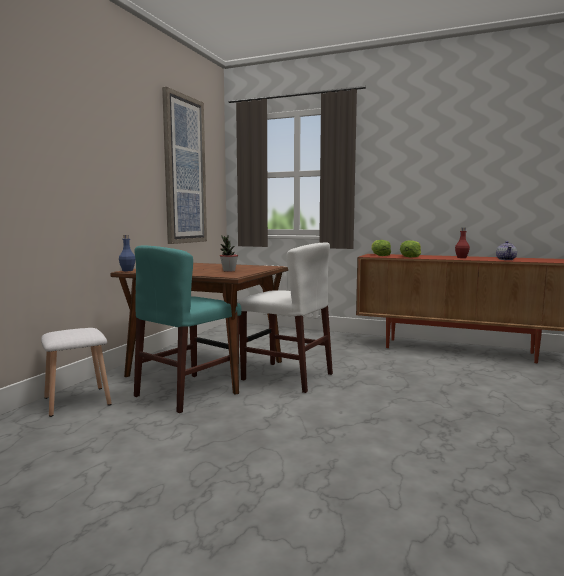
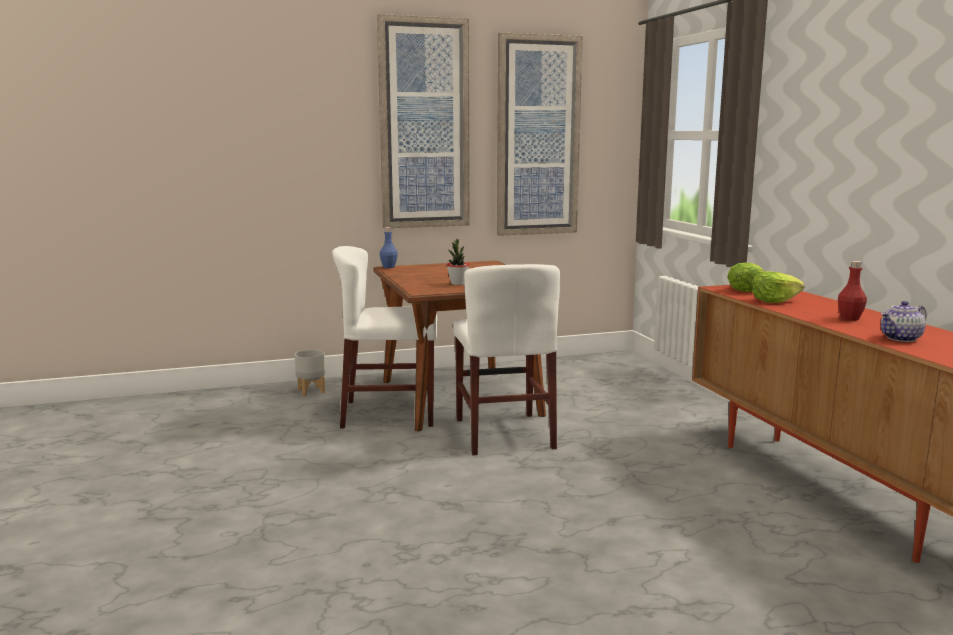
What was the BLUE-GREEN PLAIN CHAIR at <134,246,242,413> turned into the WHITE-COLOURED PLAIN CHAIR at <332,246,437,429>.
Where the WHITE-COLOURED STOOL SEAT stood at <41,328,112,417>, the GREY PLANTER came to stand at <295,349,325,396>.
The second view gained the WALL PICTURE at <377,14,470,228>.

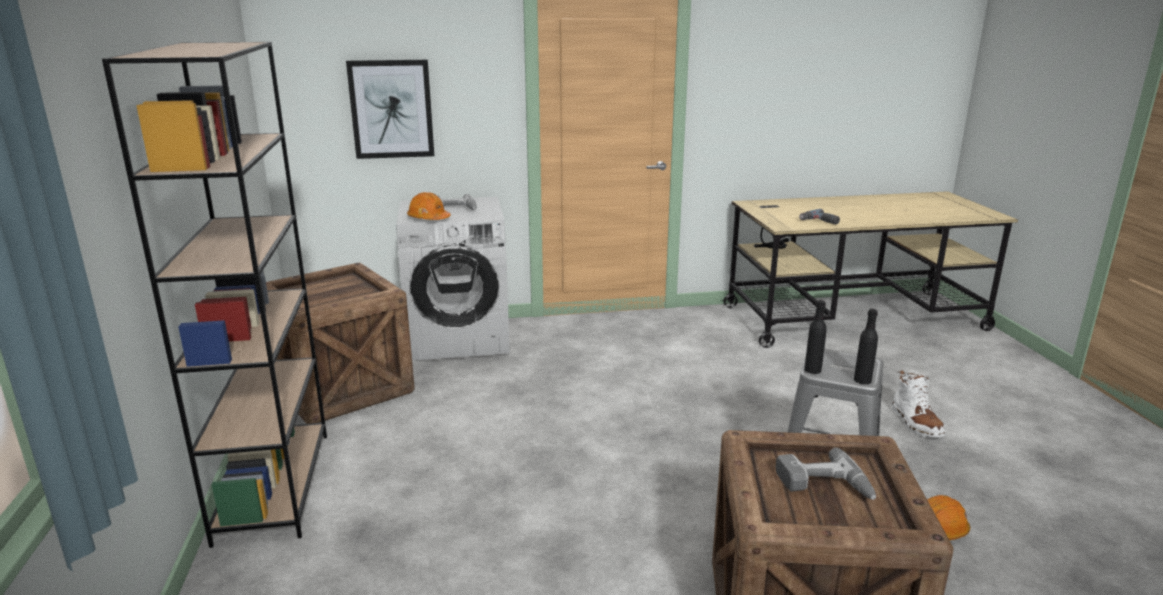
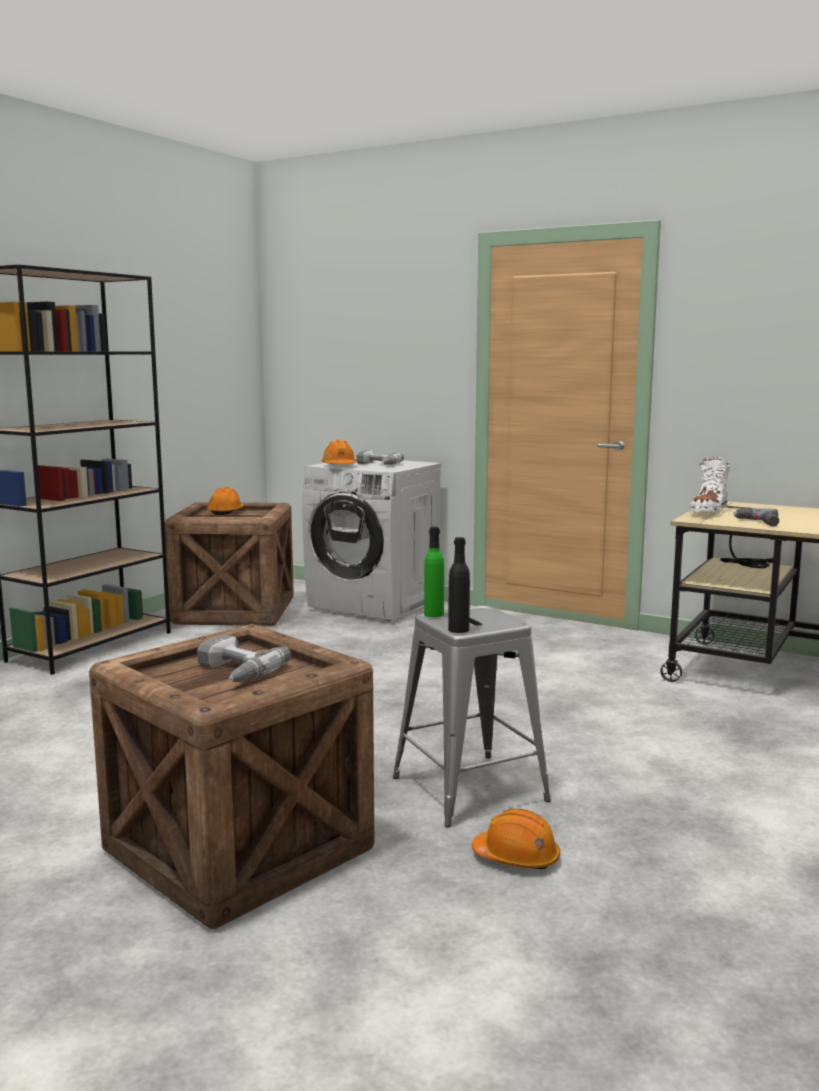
The second view lost the WALL PICTURE at <346,60,434,159>.
What was the BLACKISH BEVERAGE BOTTLE at <804,300,826,374> turned into the GREEN BEVERAGE BOTTLE at <424,527,444,617>.
The WHITE-COLOURED BOOT ended up elsewhere, having gone from <892,371,946,437> to <690,457,730,514>.
The second view gained the ORANGE WORK HELMET at <207,487,244,515>.

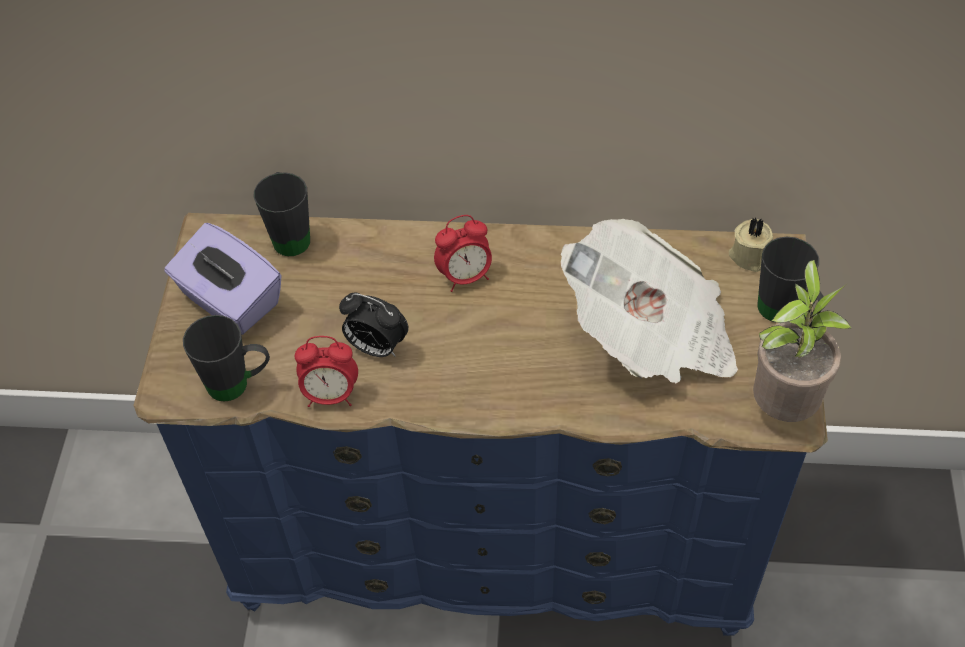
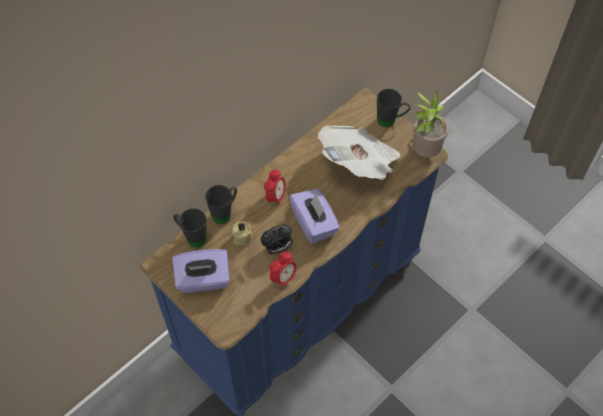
The SAND-COLOURED WAX CANDLE ended up elsewhere, having gone from <729,217,773,272> to <232,221,253,246>.
The BLACKISH COFFEE MUG ended up elsewhere, having gone from <183,315,270,402> to <205,185,237,224>.
The second view gained the PURPLE-COLOURED BOX OF TISSUES at <289,188,340,244>.

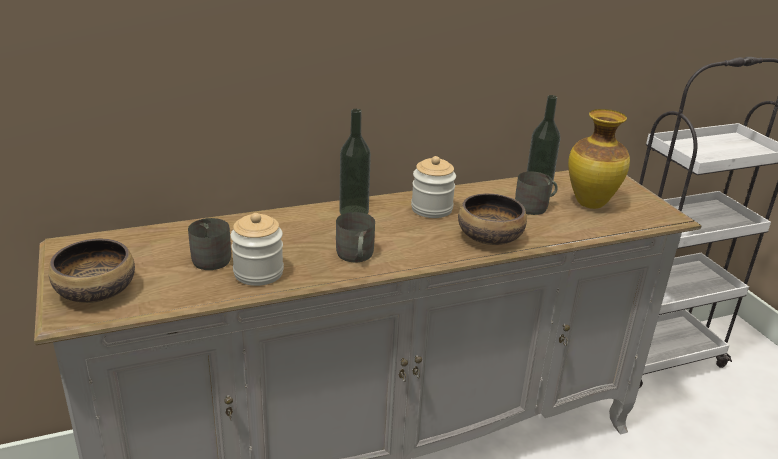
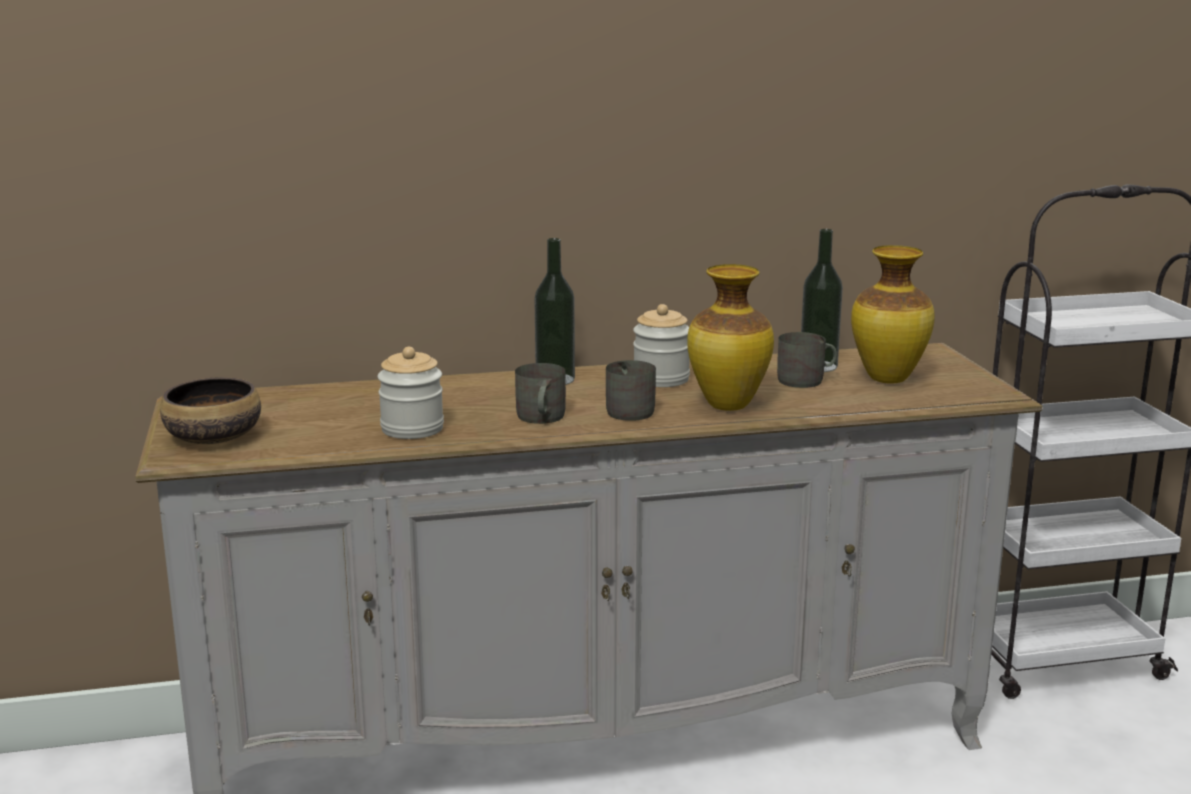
Where the DEEP DISH stood at <458,193,527,245>, the VASE came to stand at <687,264,774,411>.
The GREY COFFEE MUG ended up elsewhere, having gone from <188,218,231,270> to <606,360,656,421>.

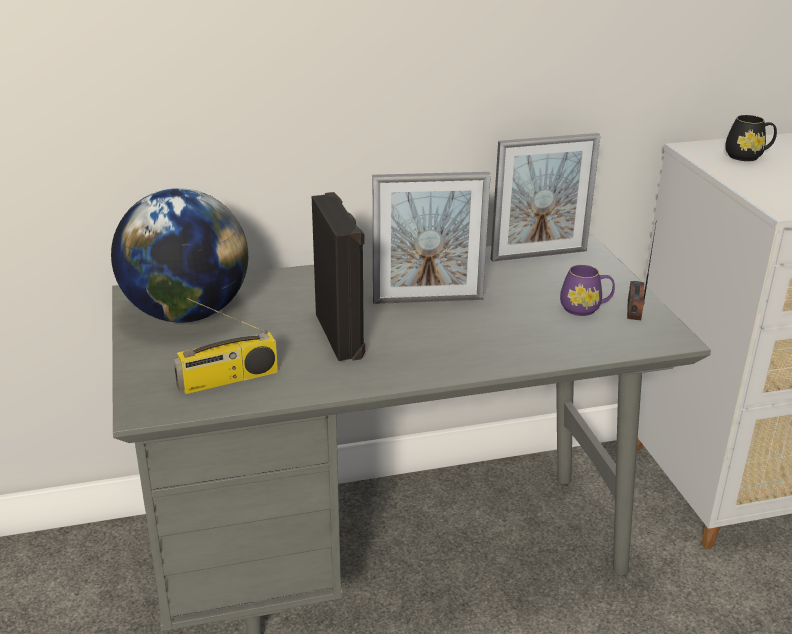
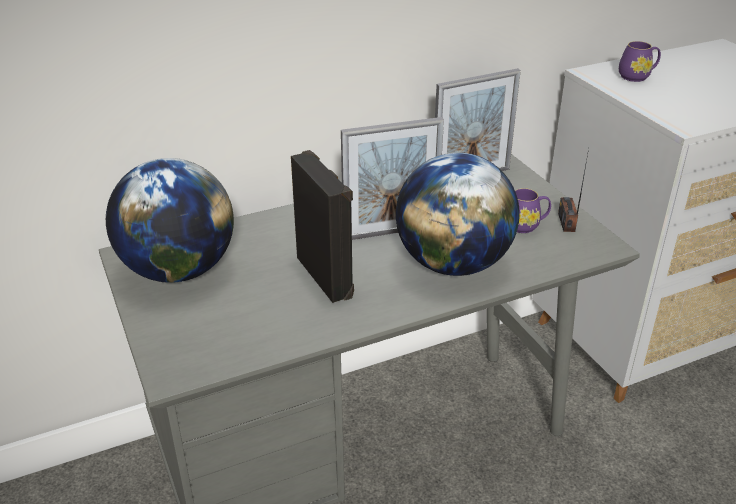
What was the BLACKISH COFFEE MUG at <725,115,777,161> turned into the PURPLE-COLOURED COFFEE MUG at <619,41,661,82>.
The second view lost the RADIO at <173,298,278,394>.
The second view gained the DESK GLOBE at <396,153,520,276>.

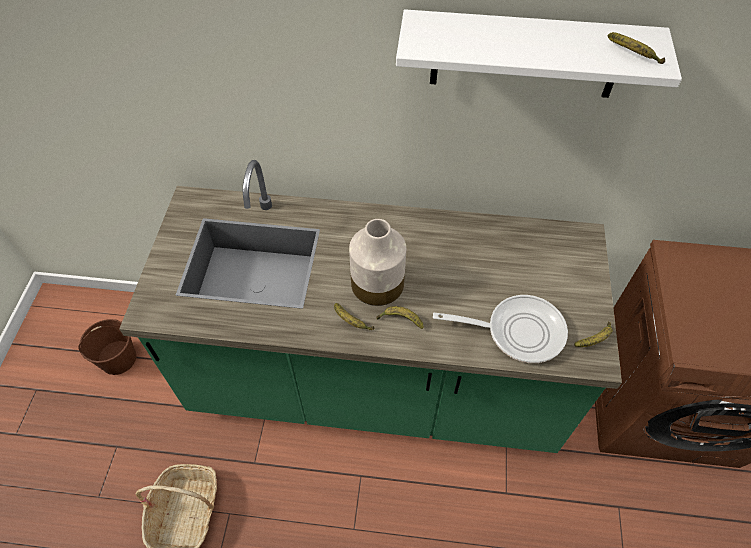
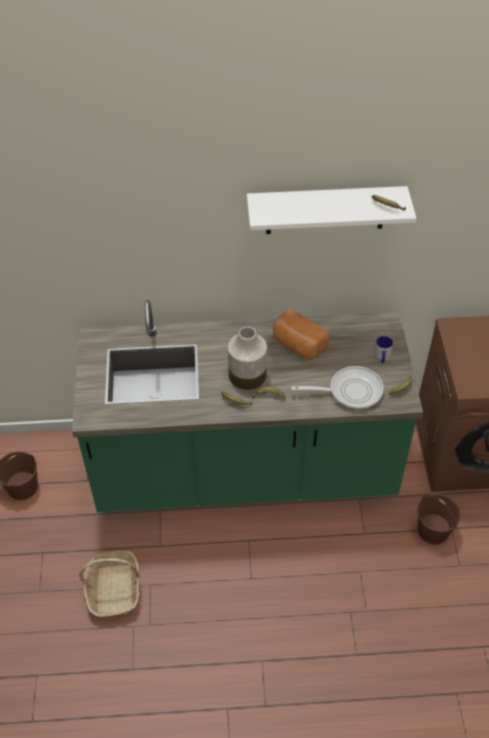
The second view gained the BAKERY BREAD at <273,308,330,360>.
The second view gained the COFFEE MUG at <374,336,393,363>.
The second view gained the BROWN-COLOURED BUCKET at <417,494,461,544>.

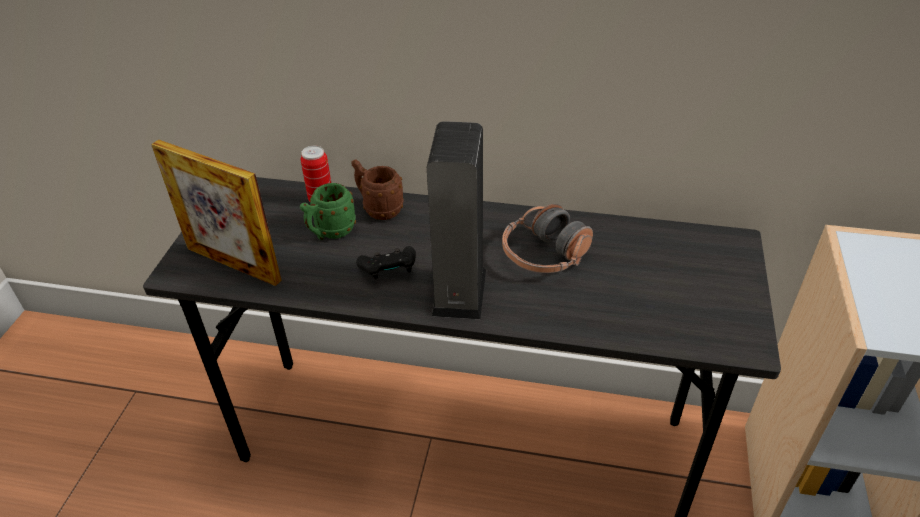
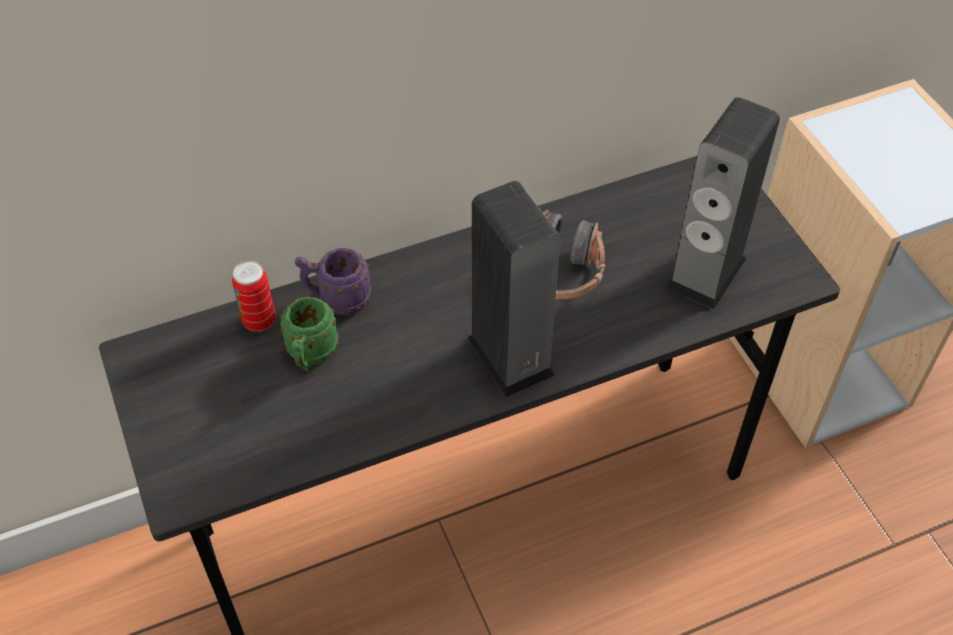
The second view lost the PICTURE FRAME at <151,140,281,286>.
What was the BROWN-COLOURED COFFEE MUG at <351,159,403,220> turned into the PURPLE-COLOURED COFFEE MUG at <295,248,371,315>.
The second view lost the BLACKISH GAME CONTROLLER at <356,246,416,280>.
The second view gained the SPEAKER at <666,97,780,310>.

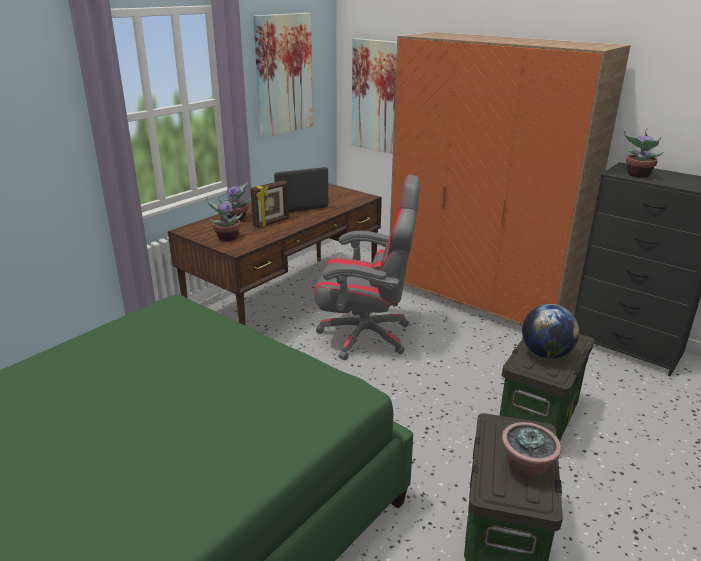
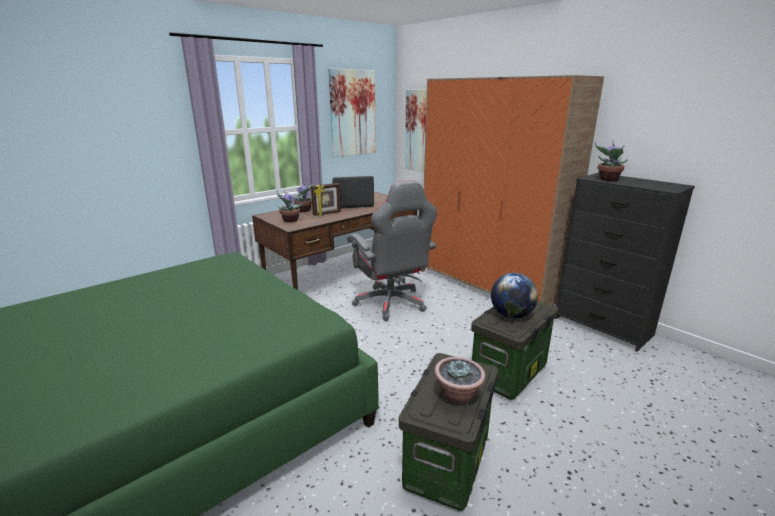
The GREY COMPUTER CHAIR at <314,174,420,360> ended up facing another way, 45 degrees clockwise from before.

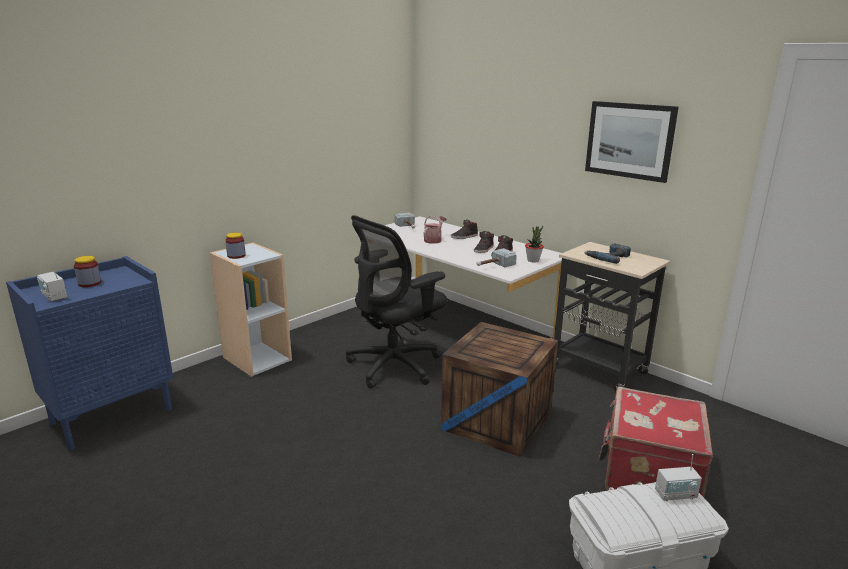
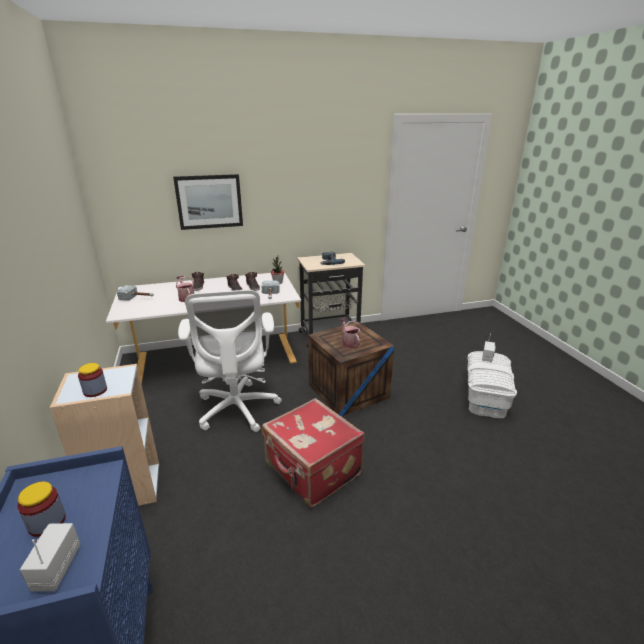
The WALL PICTURE ended up elsewhere, having gone from <585,101,679,183> to <173,174,243,230>.
What was the BLACKISH COMPUTER CHAIR at <346,215,447,389> turned into the WHITE-COLOURED COMPUTER CHAIR at <178,290,282,432>.
The RADIO at <37,263,67,302> ended up facing another way, 105 degrees clockwise from before.
The RED-COLOURED TRAVEL CASE ended up elsewhere, having gone from <599,387,713,497> to <262,398,365,507>.
The second view gained the SPRINKLING CAN at <340,318,360,348>.

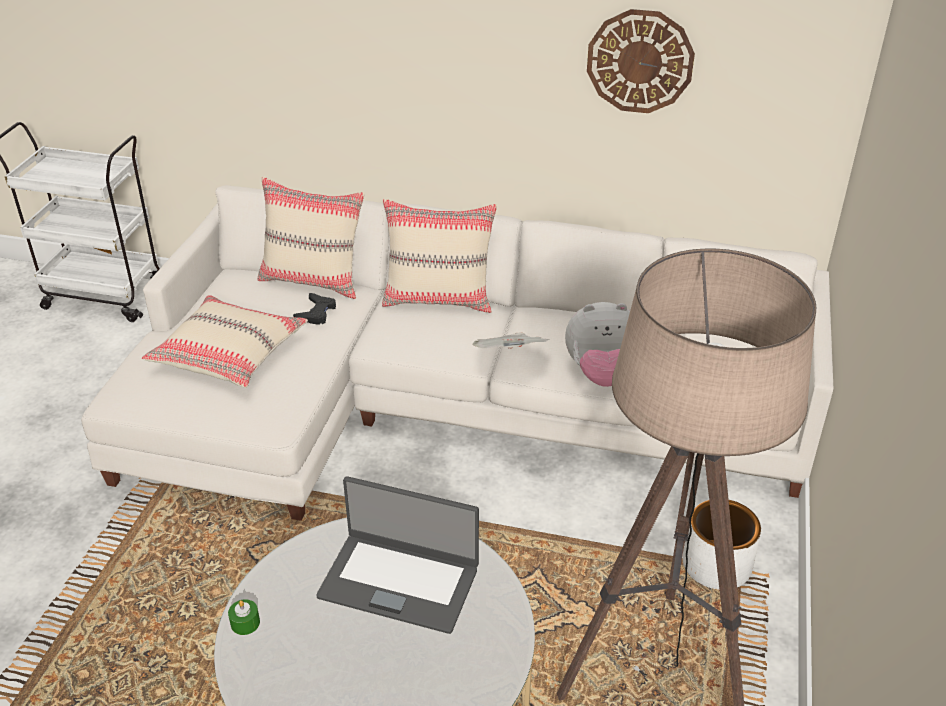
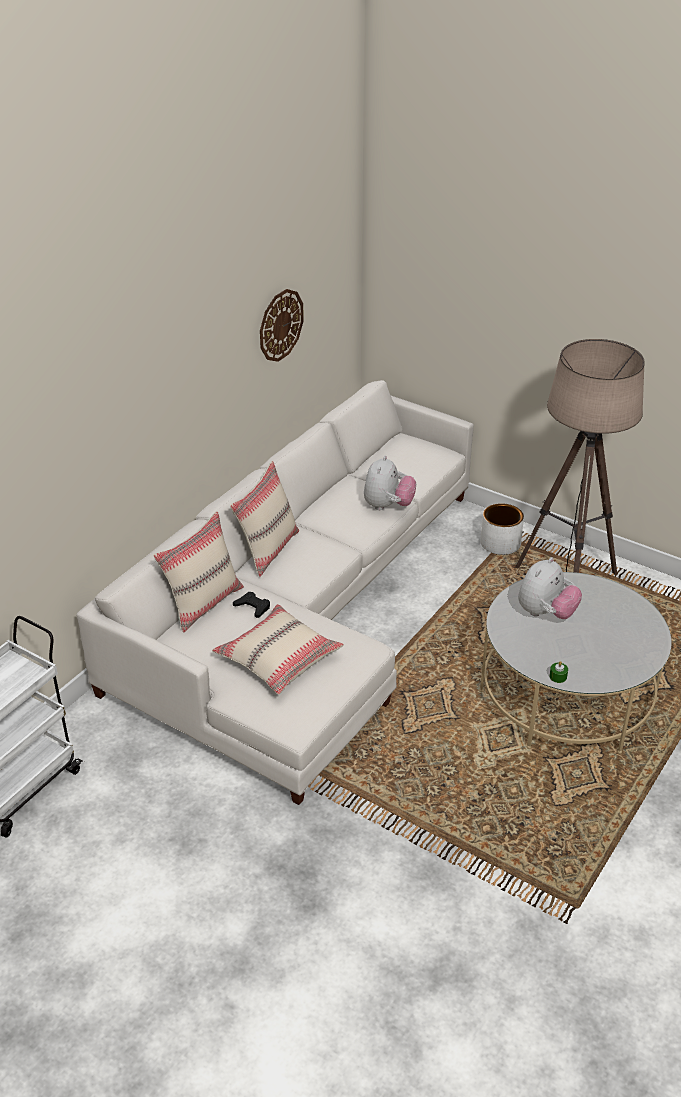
The second view lost the DAILY PAPER at <472,332,549,349>.
Where the LAPTOP stood at <316,476,479,634>, the SOFT TOY came to stand at <518,557,582,619>.

